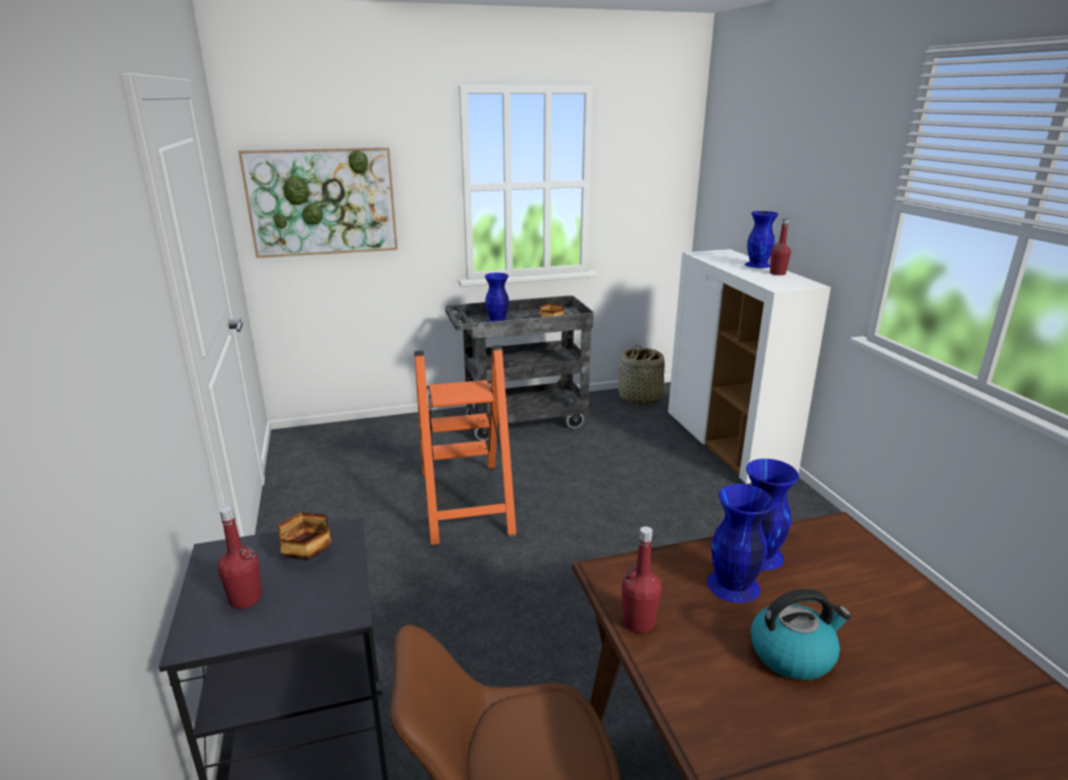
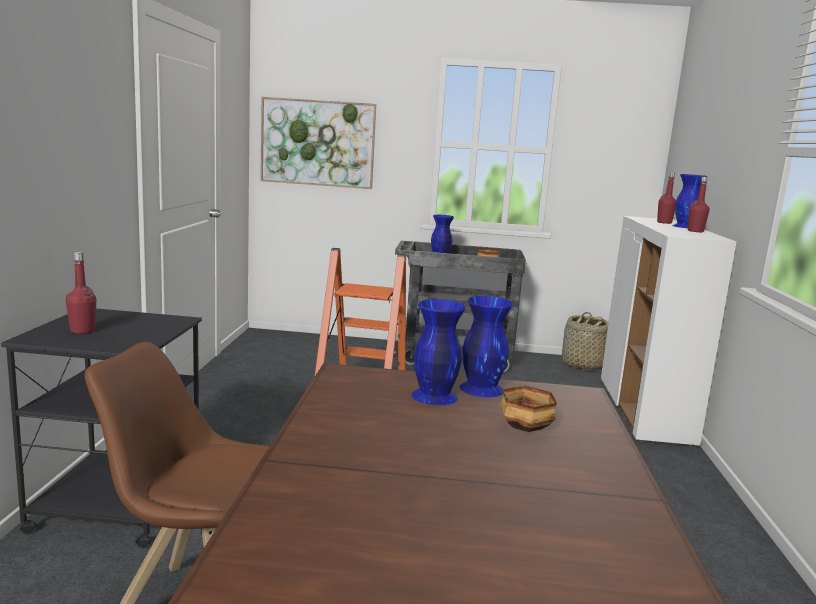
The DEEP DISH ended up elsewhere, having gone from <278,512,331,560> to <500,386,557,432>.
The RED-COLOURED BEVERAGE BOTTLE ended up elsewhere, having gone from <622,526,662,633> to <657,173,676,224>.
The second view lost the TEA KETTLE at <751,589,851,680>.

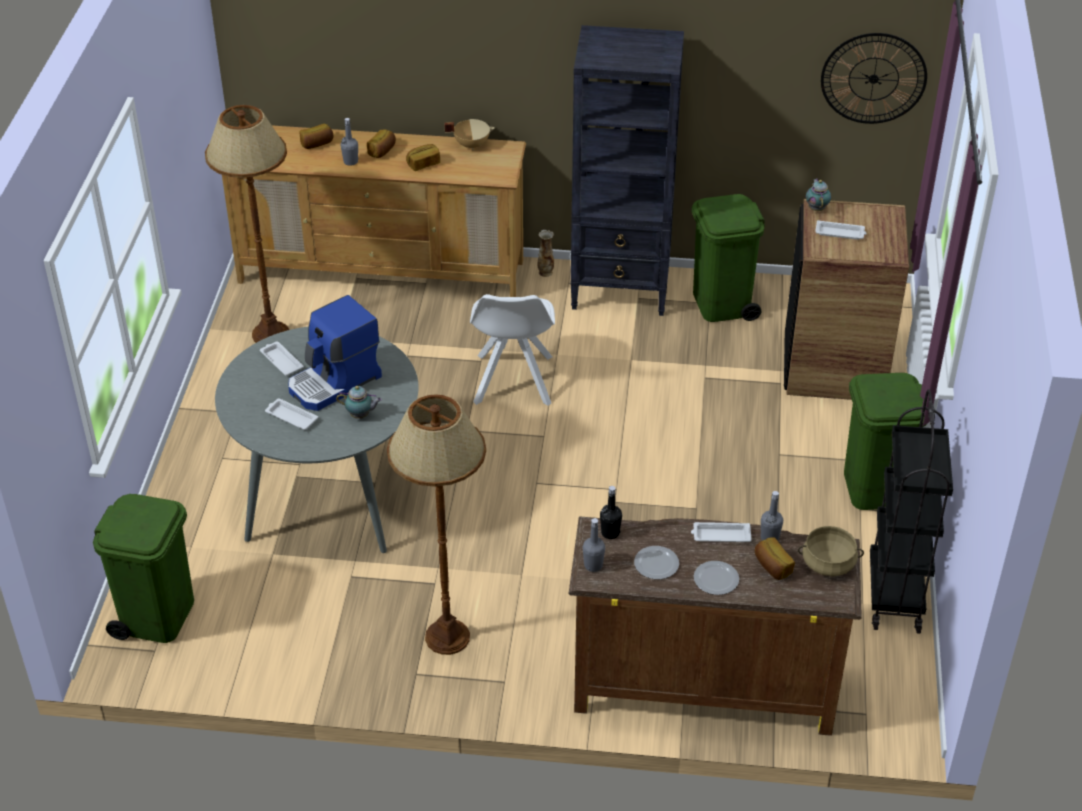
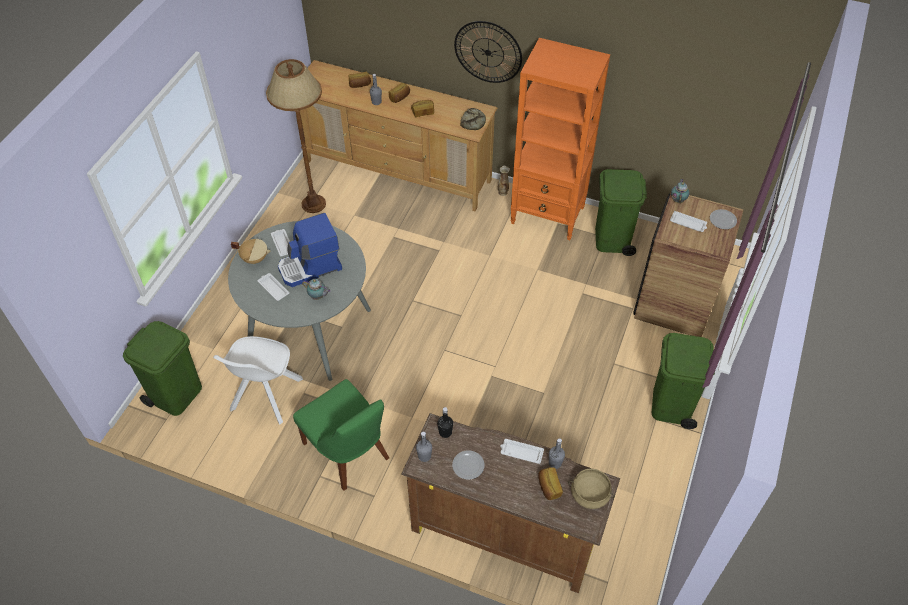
What was the BLACKISH BOOKCASE at <571,25,684,316> turned into the ORANGE BOOKCASE at <511,38,610,240>.
The WALL CLOCK ended up elsewhere, having gone from <821,33,927,124> to <454,21,522,83>.
The SAND-COLOURED STOCKPOT ended up elsewhere, having gone from <444,119,495,150> to <231,239,271,264>.
The WHITE-COLOURED PLAIN CHAIR ended up elsewhere, having gone from <470,294,555,406> to <213,336,303,425>.
The second view lost the BLACKISH WHEELED CART at <870,389,953,634>.
Where the BROWN-COLOURED STANDING LAMP stood at <387,394,486,655>, the GREEN PLAIN CHAIR came to stand at <293,379,389,491>.
The DINNER PLATE ended up elsewhere, having gone from <694,561,739,595> to <710,209,737,229>.
The second view gained the BAKERY BREAD at <460,108,486,130>.

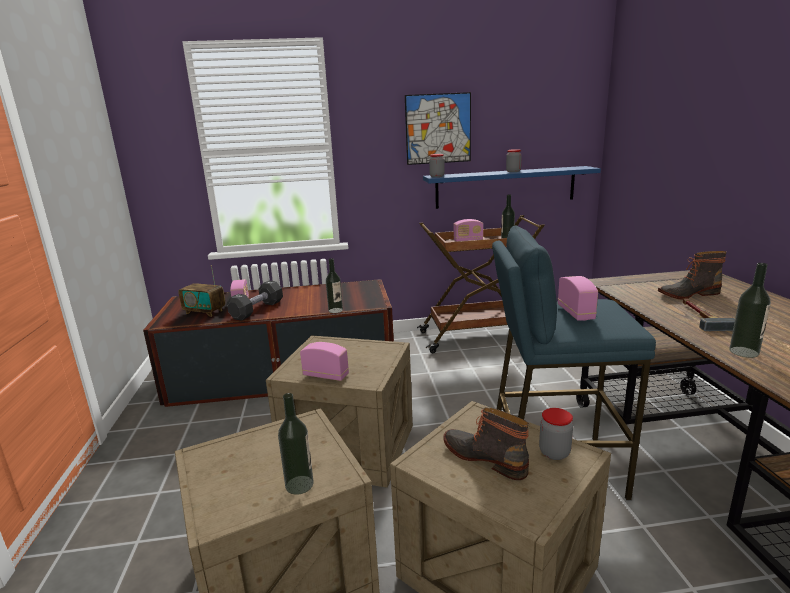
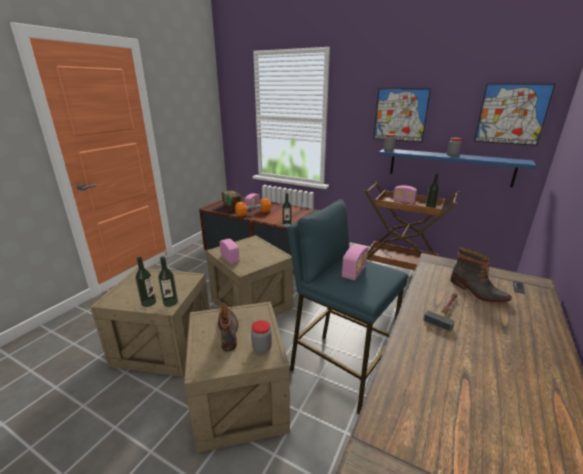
The BOOT at <658,251,727,300> ended up facing another way, 150 degrees counterclockwise from before.
The BEVERAGE BOTTLE ended up elsewhere, having gone from <729,263,771,358> to <158,256,178,307>.
What was the BLACKISH DUMBBELL at <227,281,283,321> turned into the ORANGE DUMBBELL at <235,198,271,217>.
The second view gained the WALL PICTURE at <474,84,555,146>.

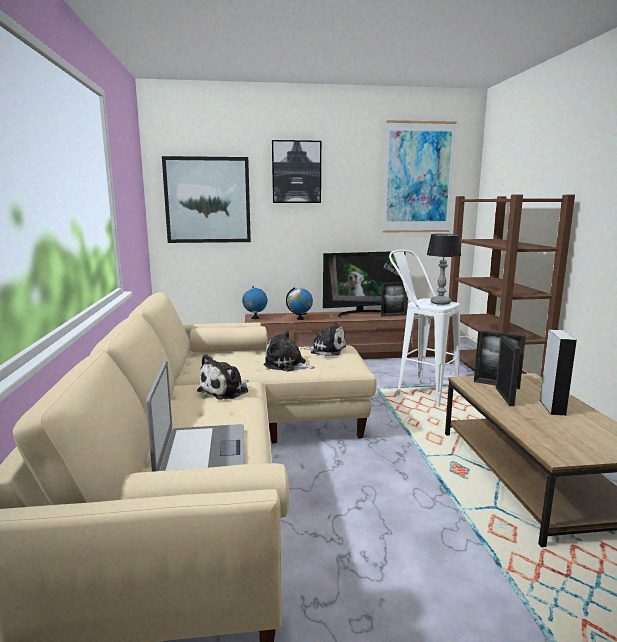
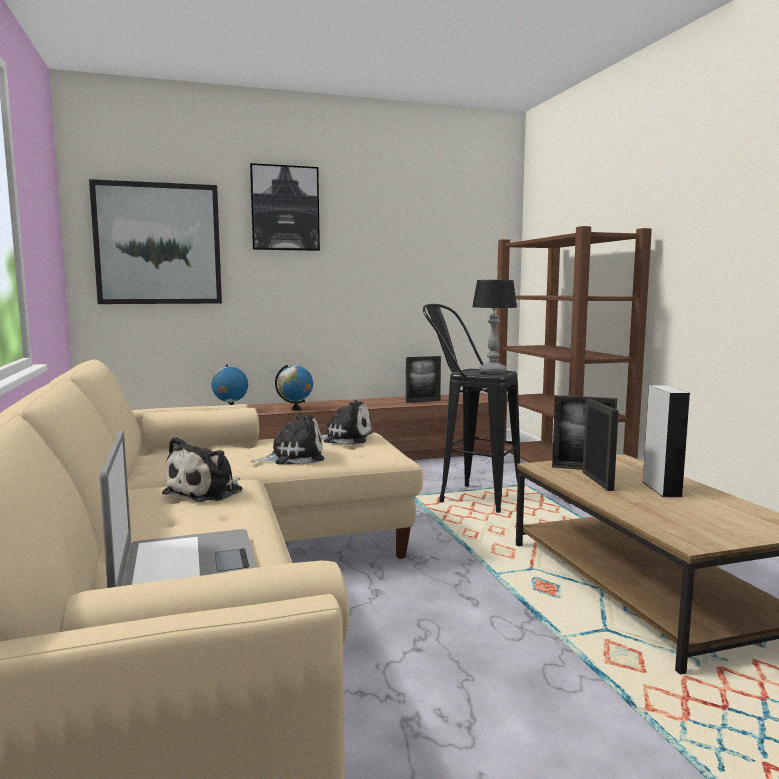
The second view lost the WALL PICTURE at <382,120,457,232>.
What was the WHITE-COLOURED STOOL SEAT at <389,250,460,407> turned into the BLACKISH STOOL SEAT at <423,304,520,513>.
The second view lost the TV at <323,251,406,317>.
The SOFT TOY at <263,330,316,371> ended up facing another way, 150 degrees clockwise from before.

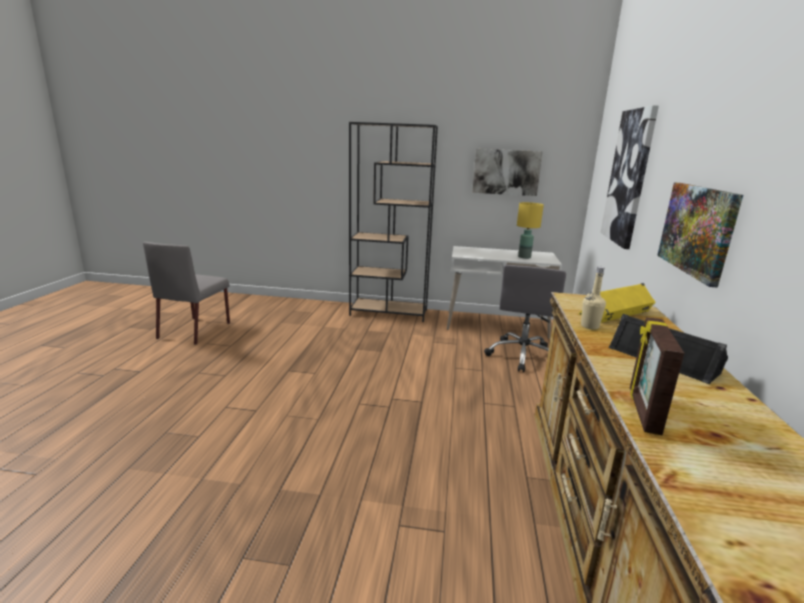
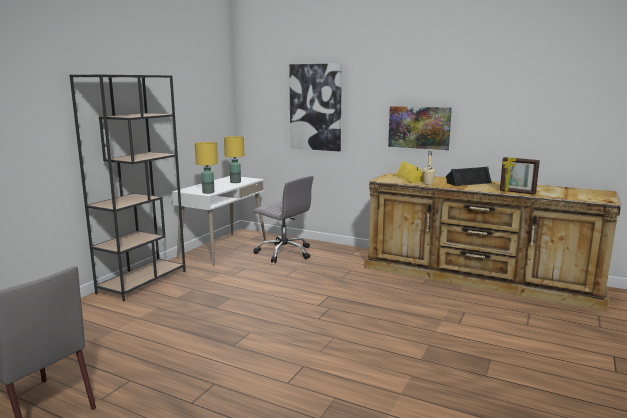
The second view lost the WALL PICTURE at <472,149,543,196>.
The second view gained the YELLOW TABLETOP LAMP at <195,142,218,194>.

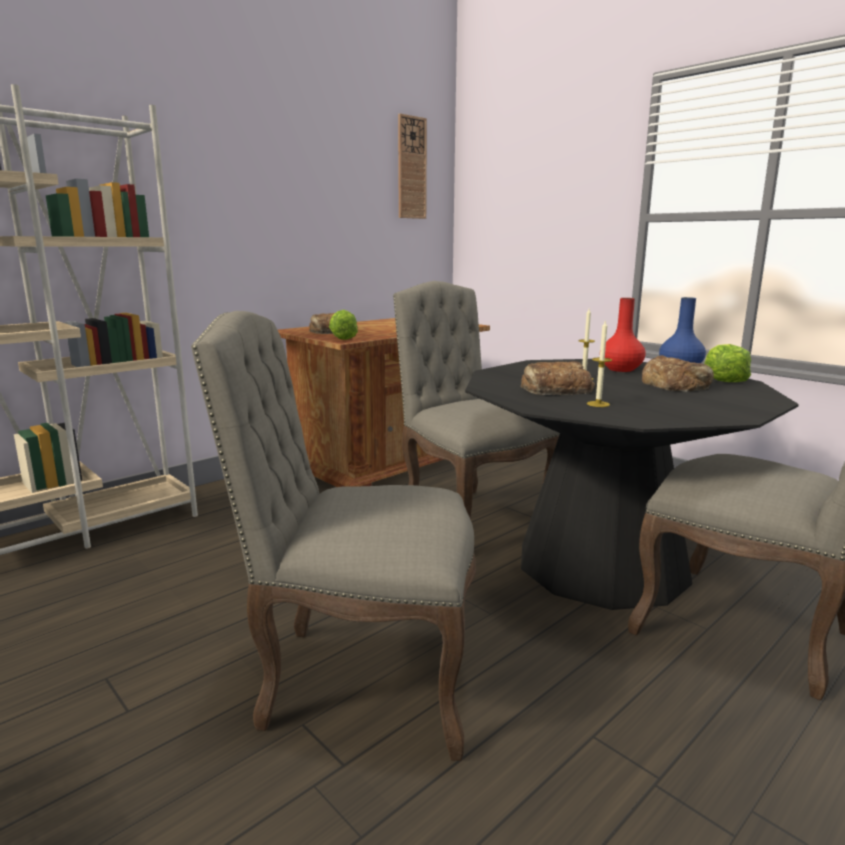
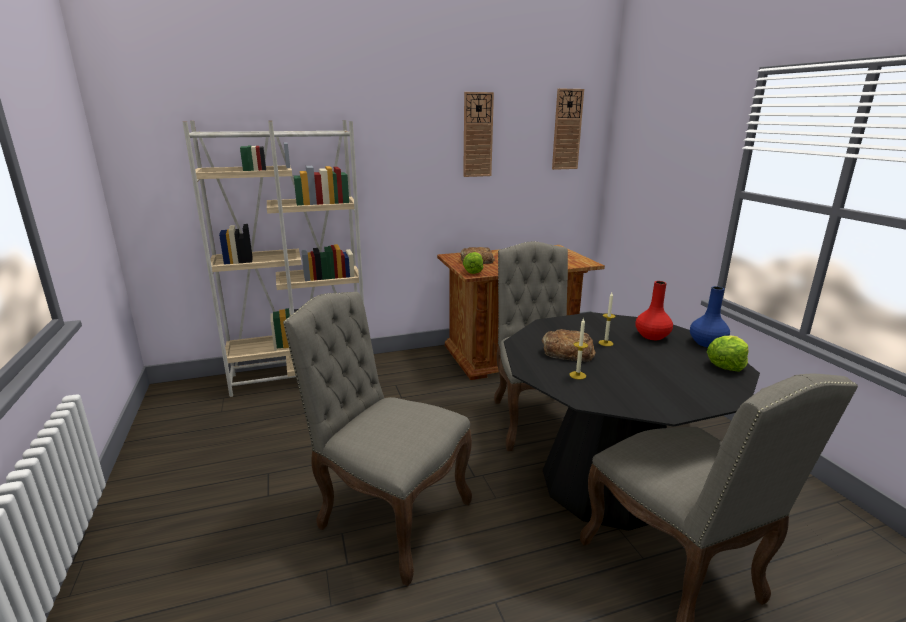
The second view lost the BAKERY BREAD at <642,355,714,392>.
The second view gained the WALL CLOCK at <463,92,494,177>.

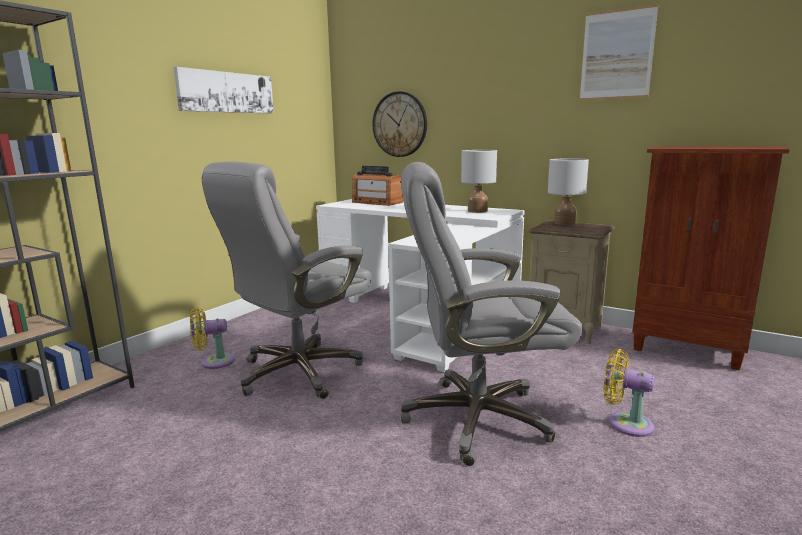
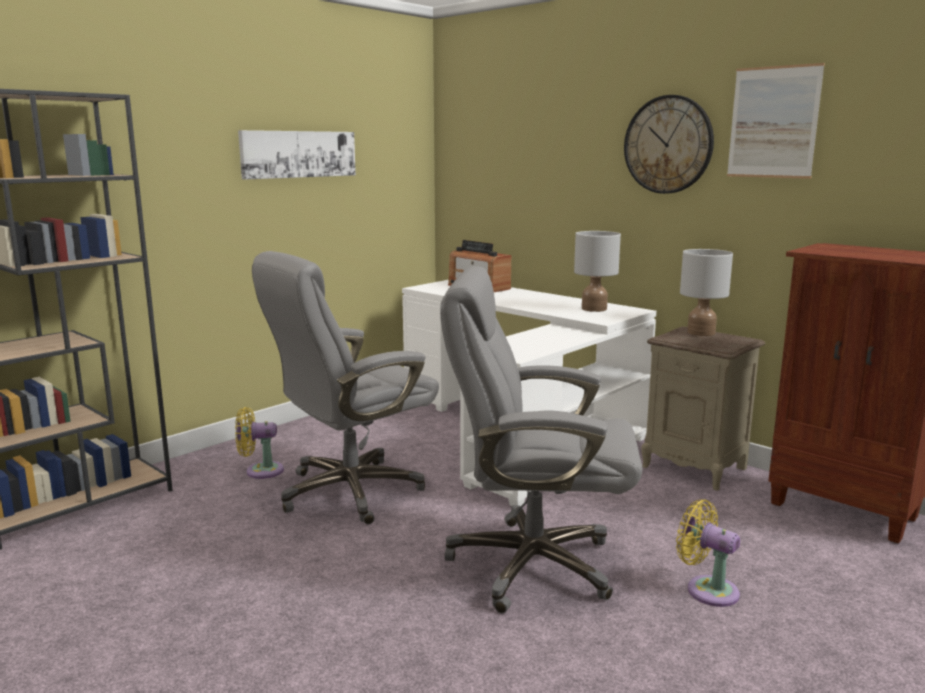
The WALL CLOCK ended up elsewhere, having gone from <372,91,427,157> to <624,95,714,194>.

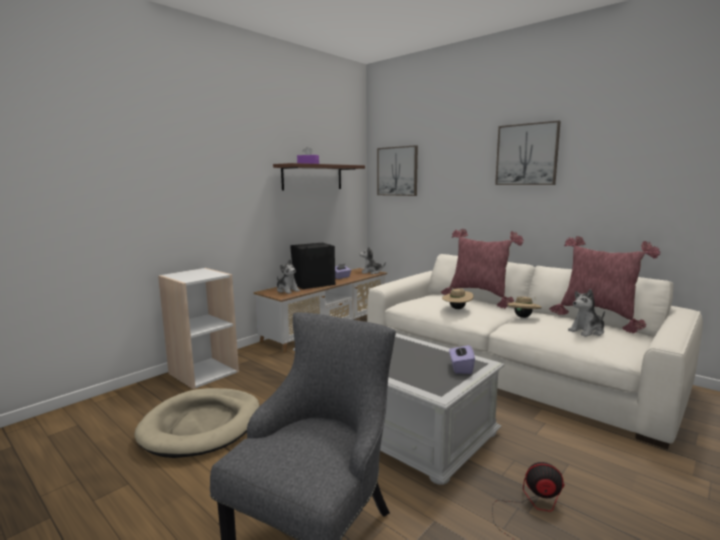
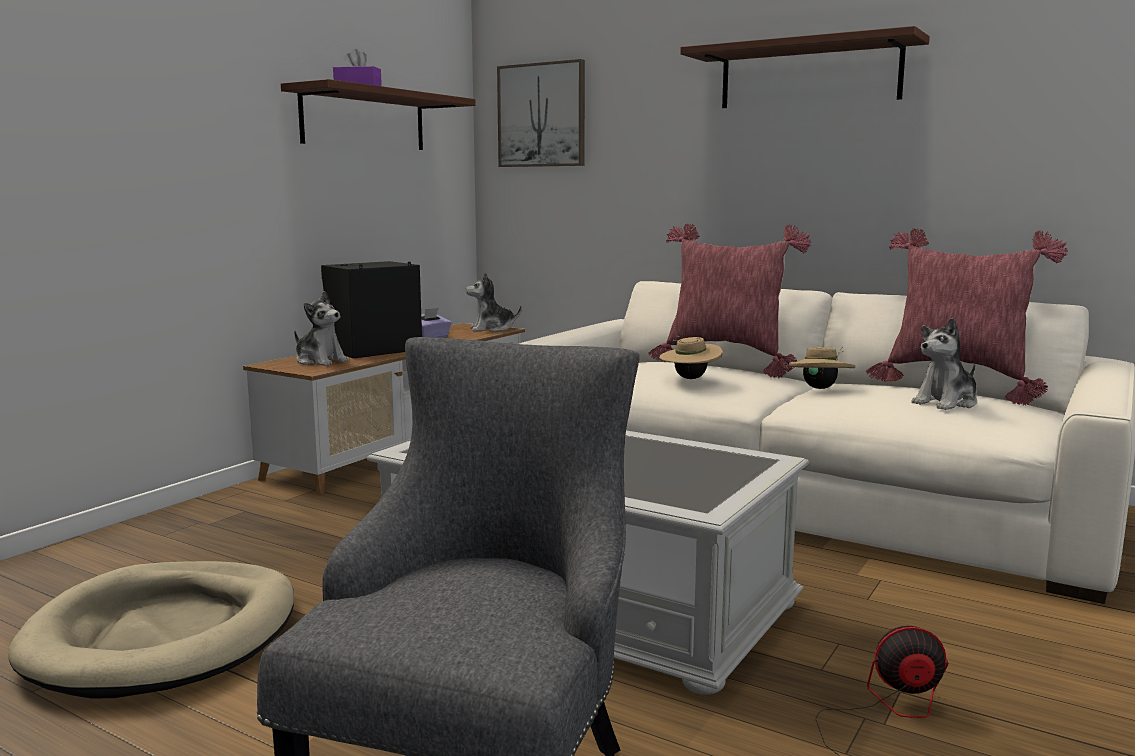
Where the WALL PICTURE hung at <495,121,561,185>, the SHELF came to hang at <680,26,930,108>.
The second view lost the BOOKCASE at <158,268,239,389>.
The second view lost the PURPLE-COLOURED BOX OF TISSUES at <449,342,475,374>.

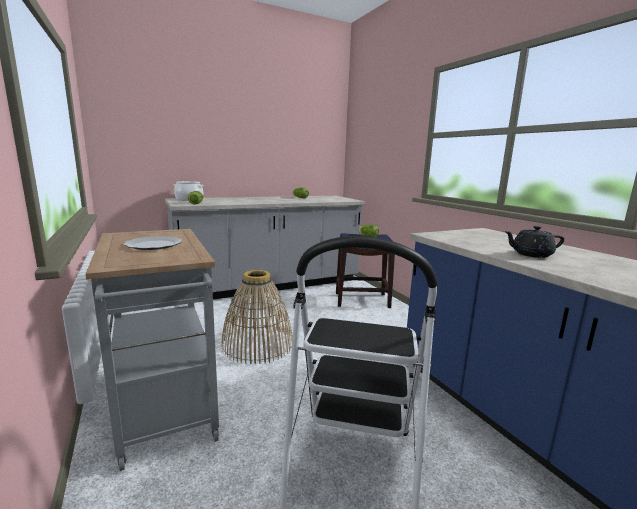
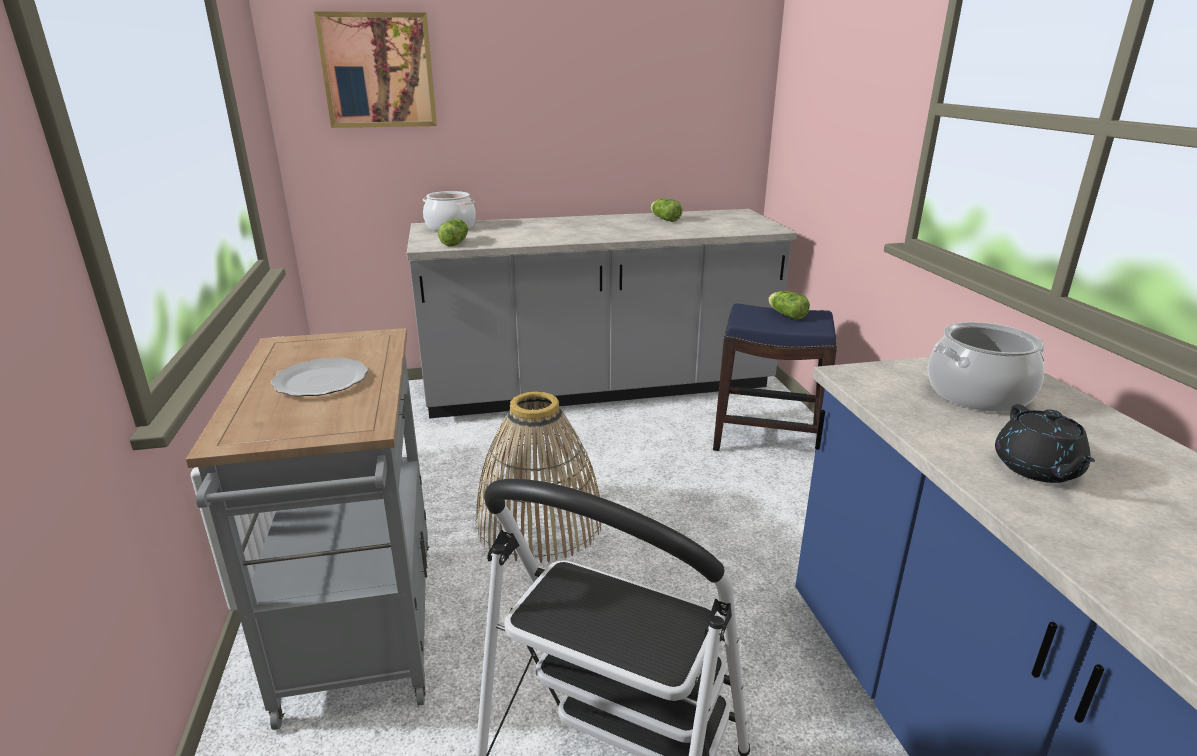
The BLACKISH TEA POT at <504,226,564,258> ended up facing another way, 105 degrees counterclockwise from before.
The second view gained the WALL PICTURE at <314,11,437,128>.
The second view gained the STOCKPOT at <928,322,1045,412>.

